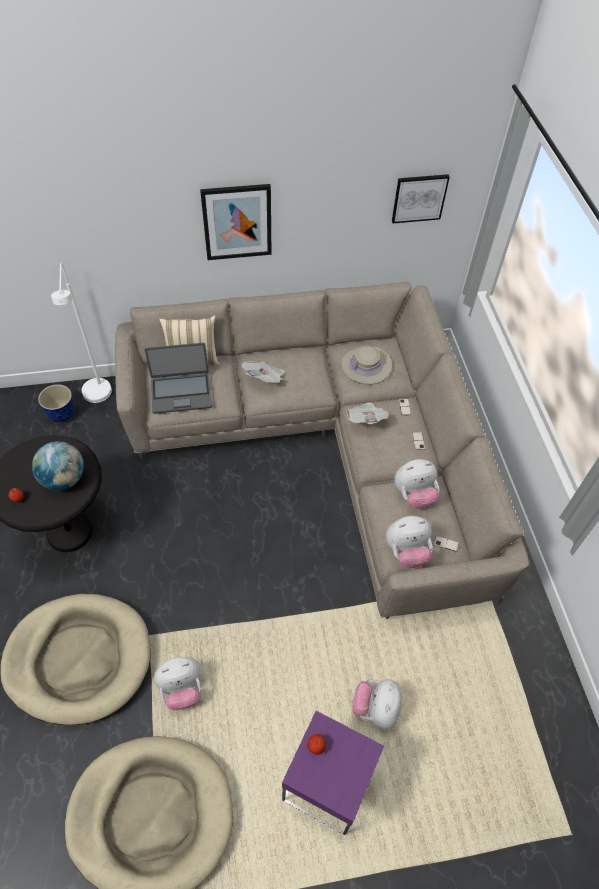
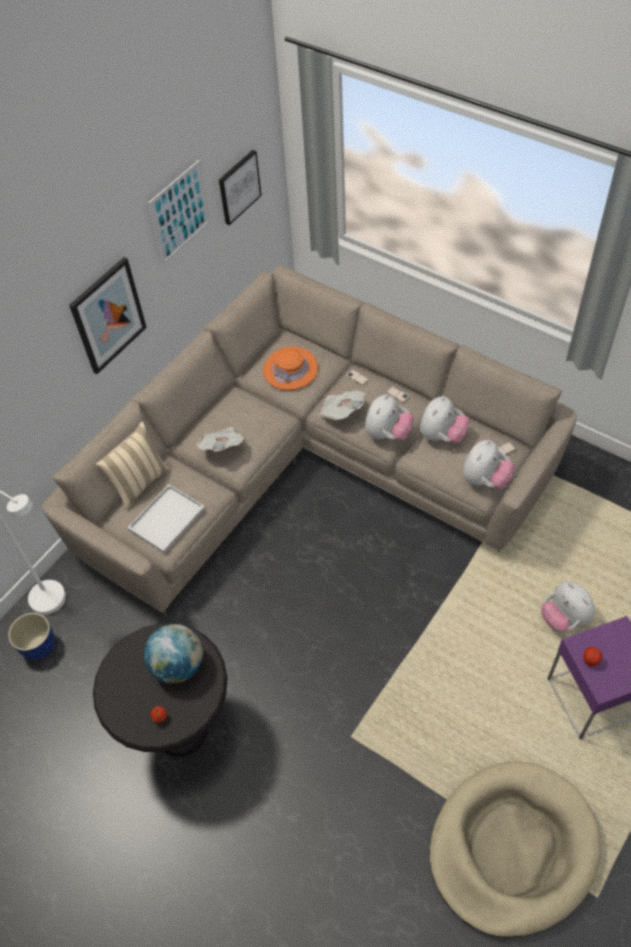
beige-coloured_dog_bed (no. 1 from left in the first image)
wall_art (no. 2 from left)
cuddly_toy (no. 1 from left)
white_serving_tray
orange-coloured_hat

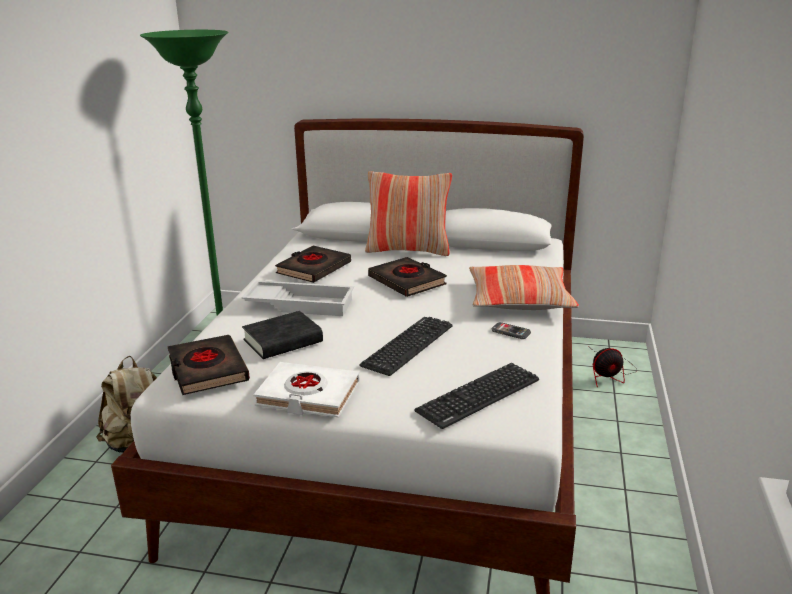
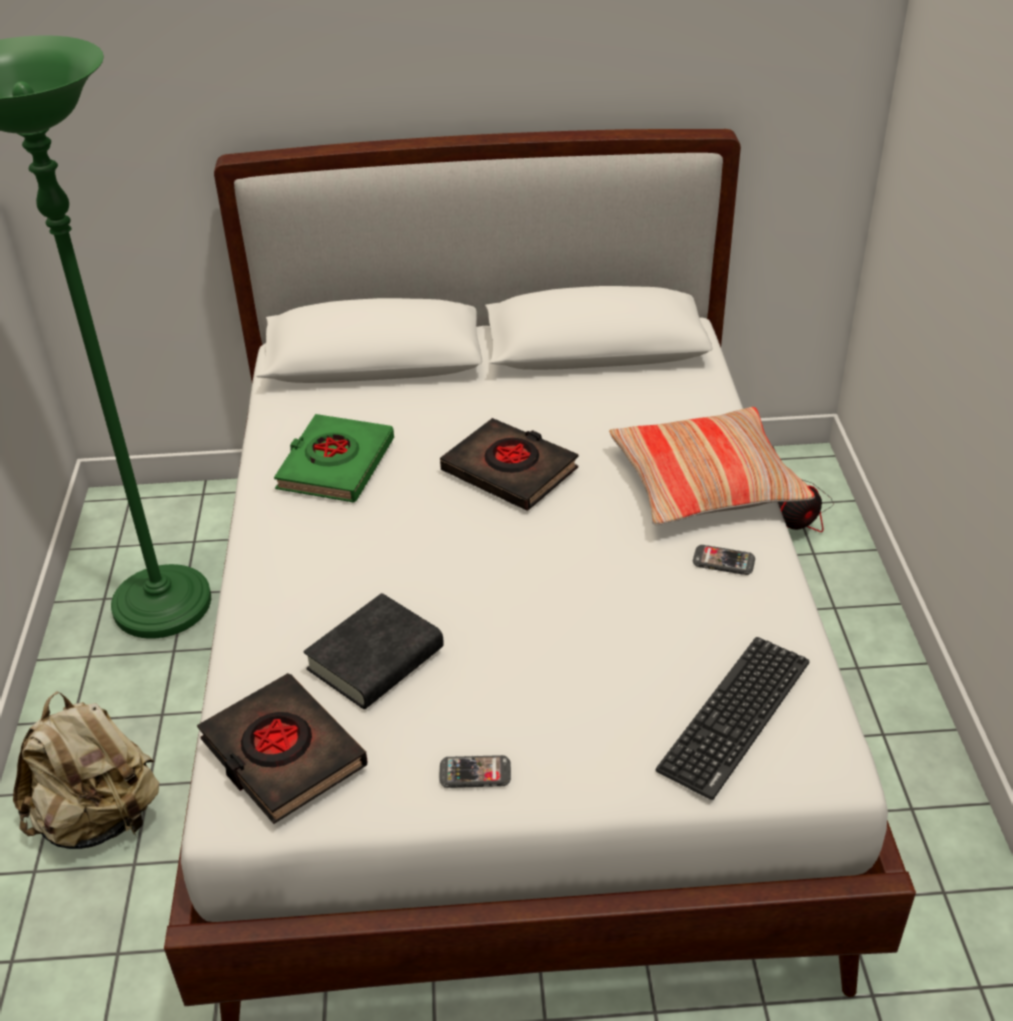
white_serving_tray
PC_keyboard (no. 1 from left in the first image)
pillow (no. 1 from left in the first image)
phone (no. 1 from left)
green_bound_book

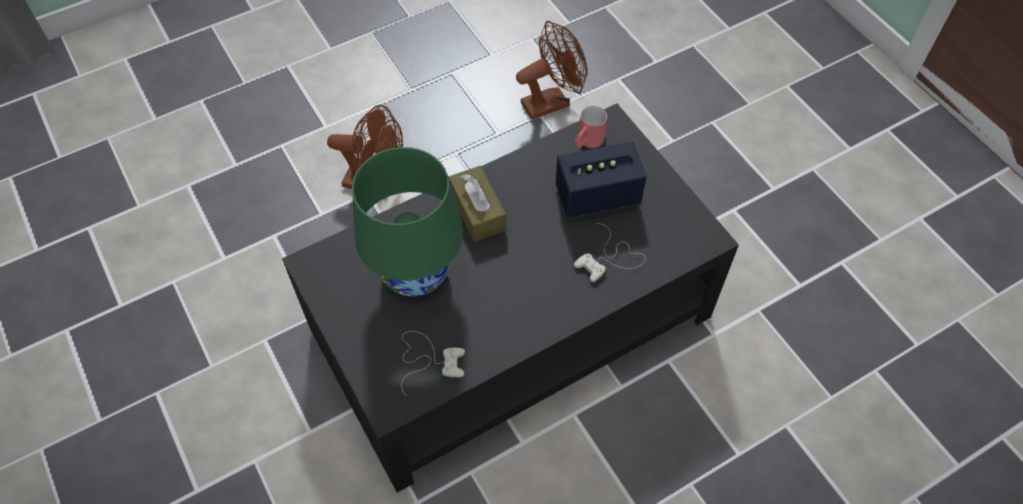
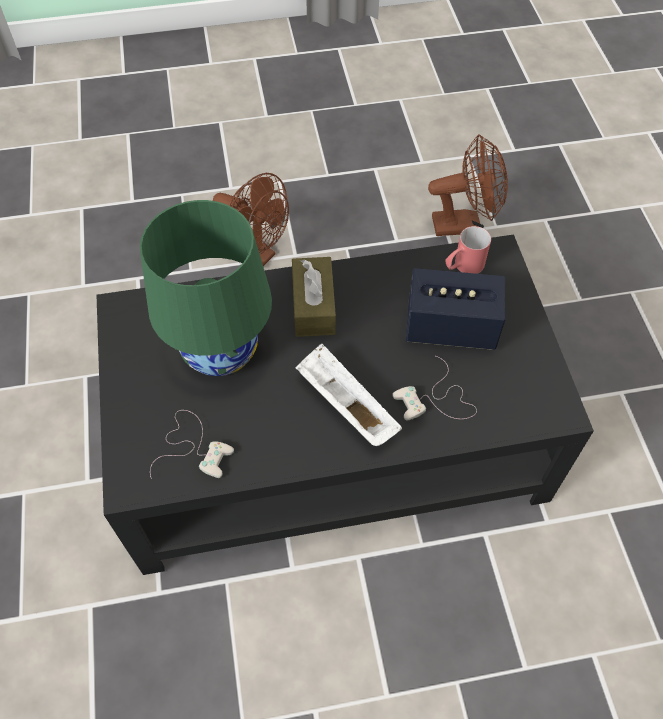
white_serving_tray

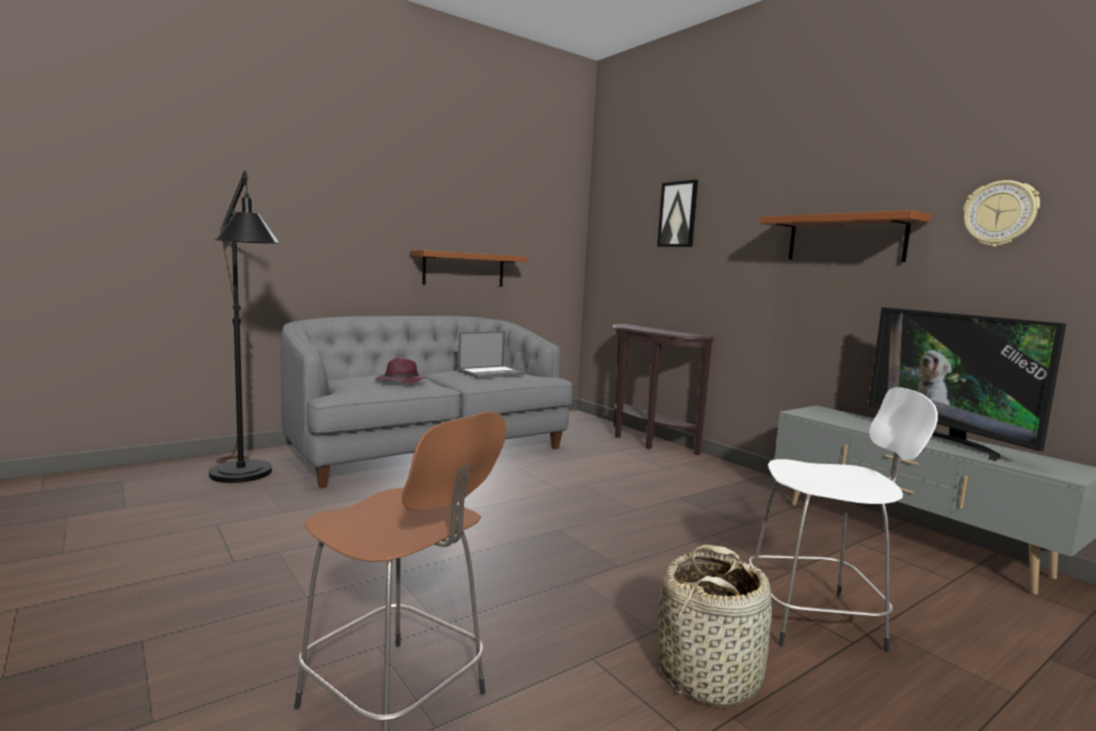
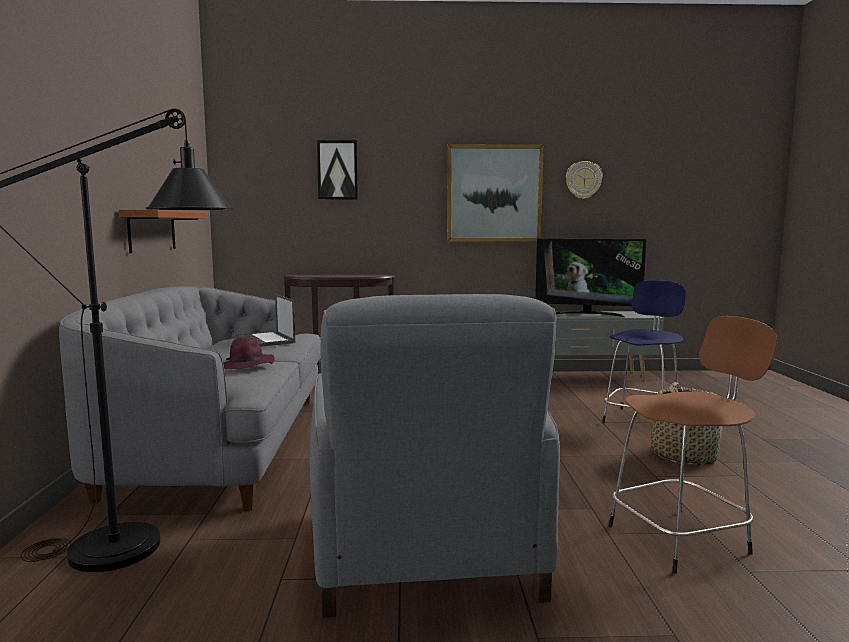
gray_lounge_chair
wall_art (no. 2 from left)
blue_stool_seat
portable_computer

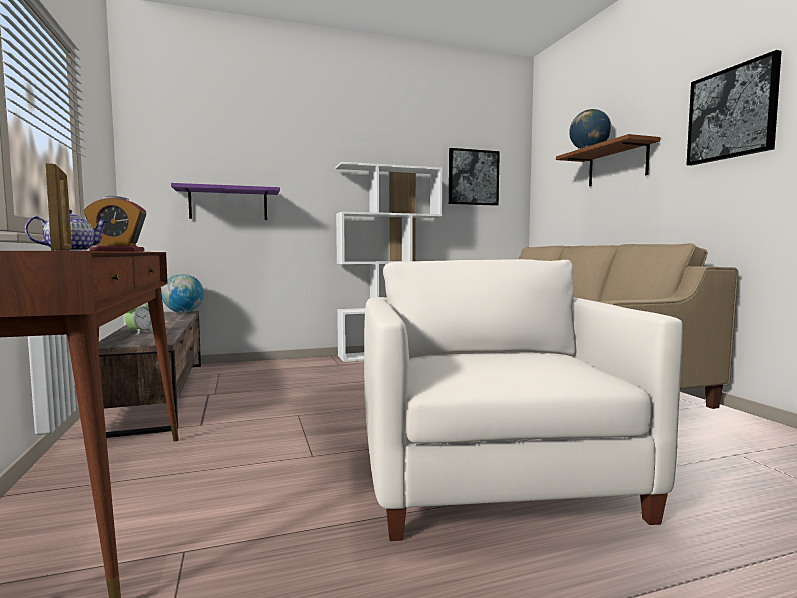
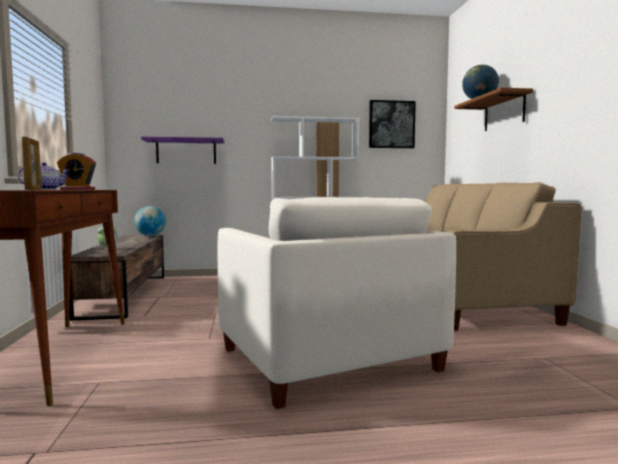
wall_art (no. 2 from left in the first image)
white_lounge_chair

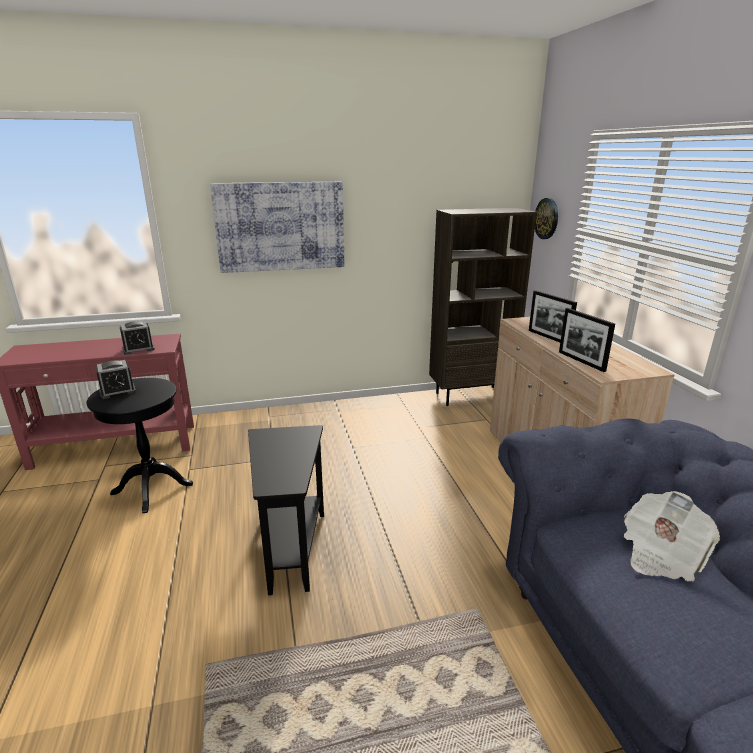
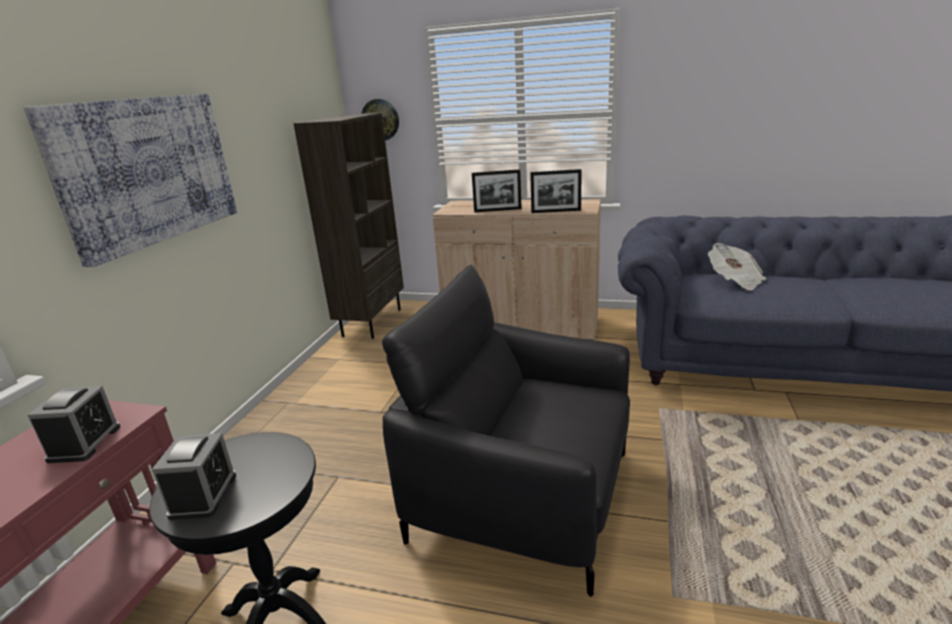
black_lounge_chair

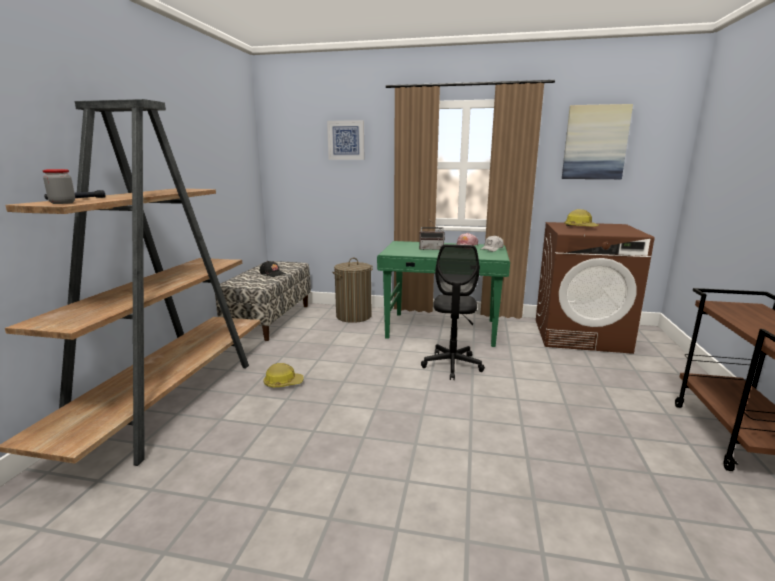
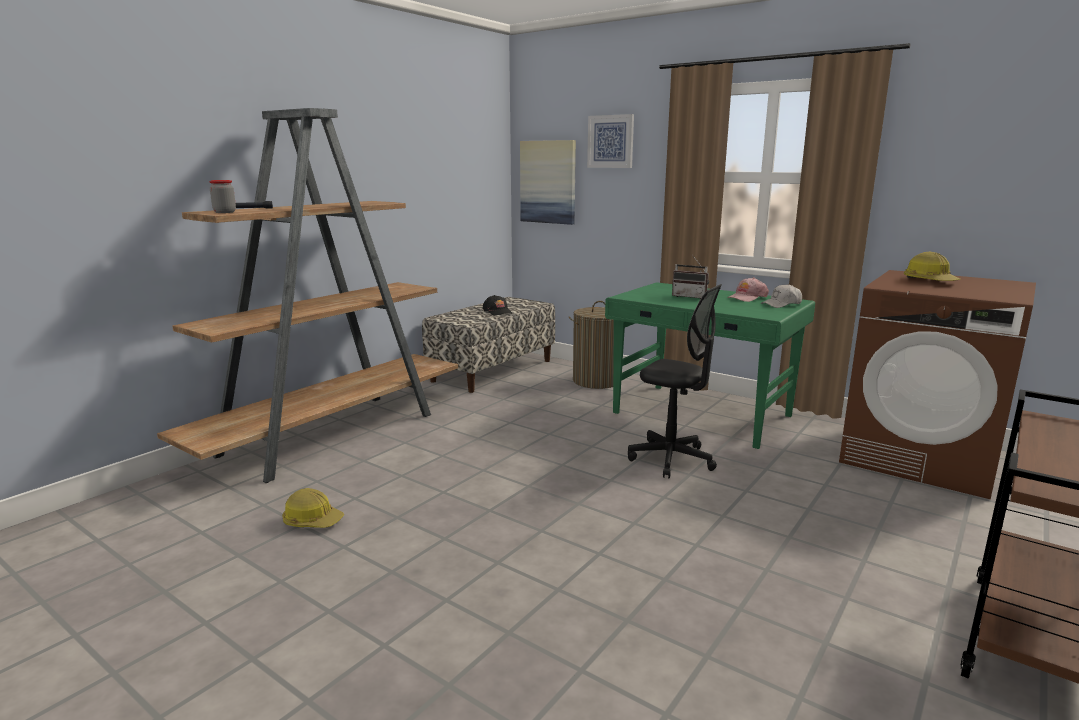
hard_hat (no. 1 from left)
wall_art (no. 1 from left)
black_computer_chair

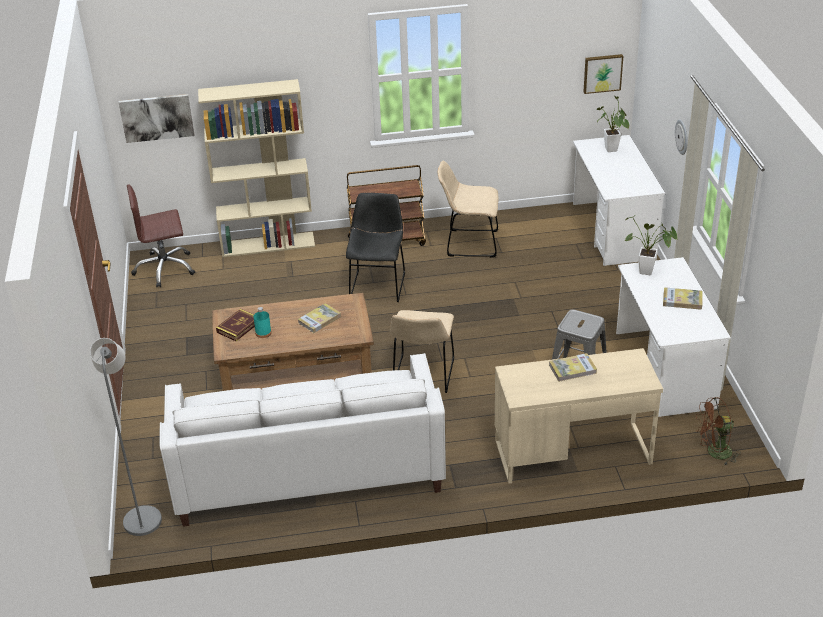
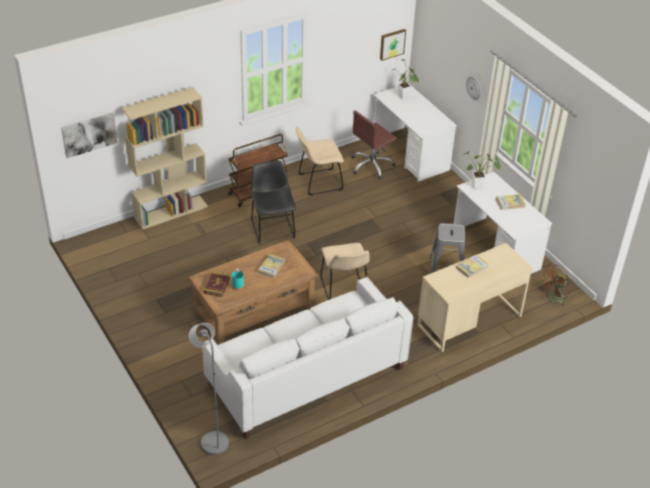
brown_computer_chair

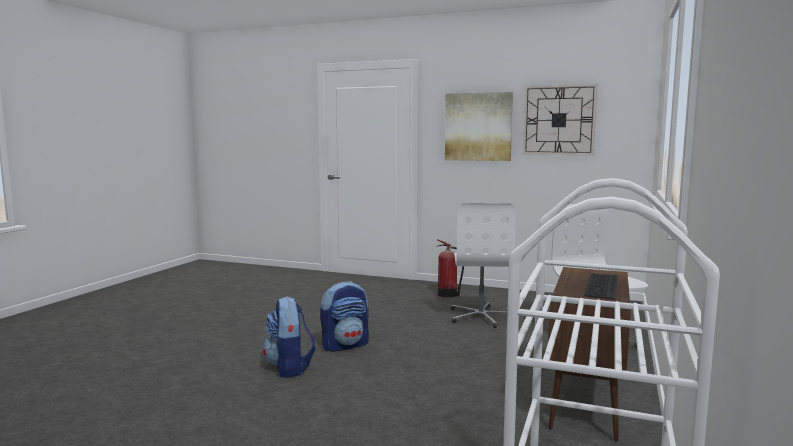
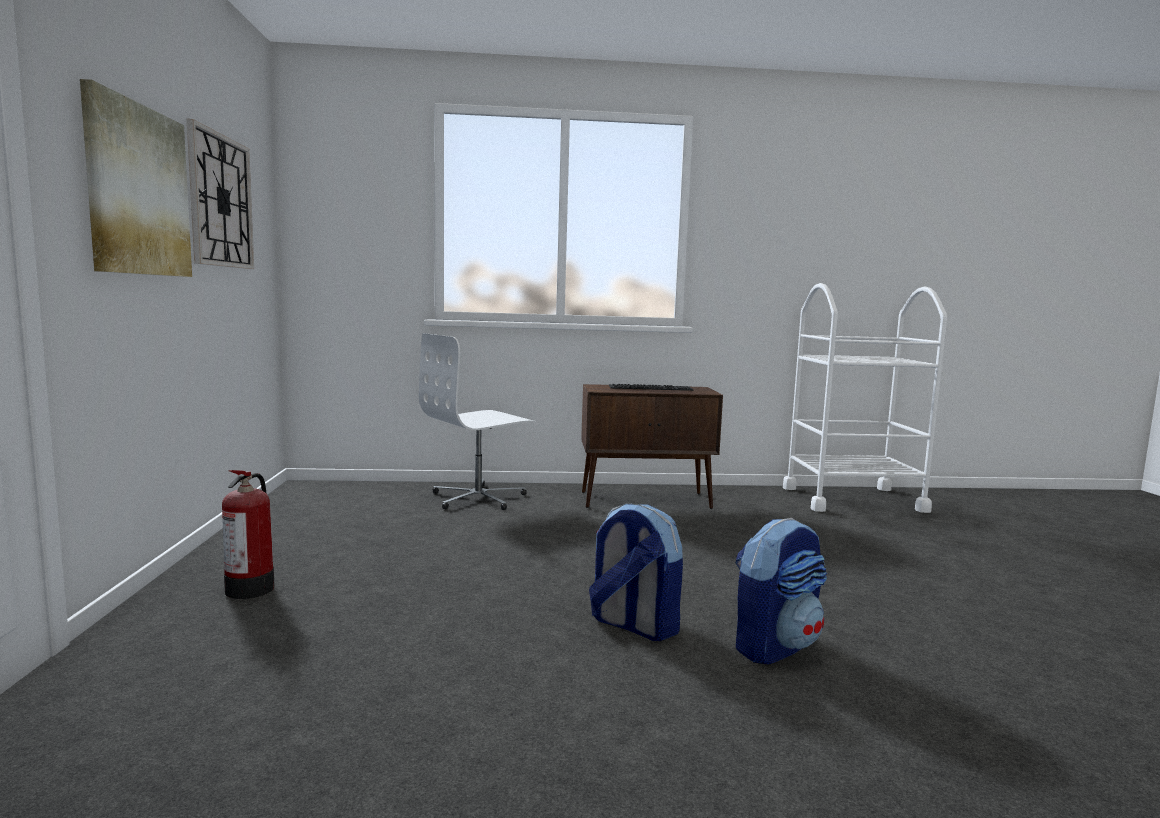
white_computer_chair (no. 1 from left in the first image)

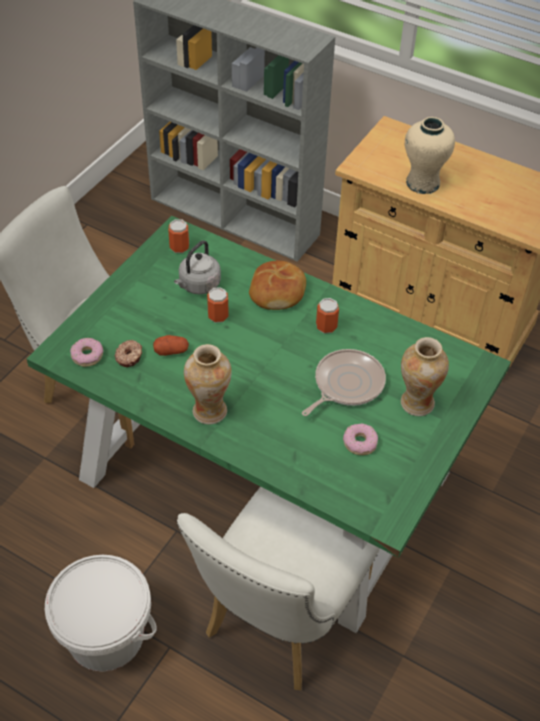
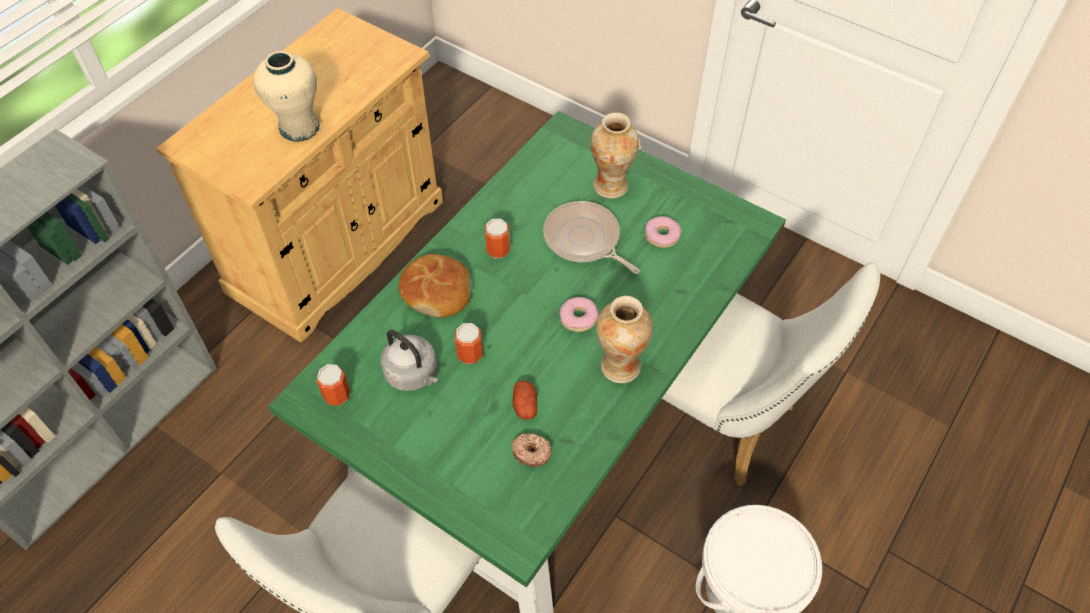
ring_doughnut (no. 2 from left)

